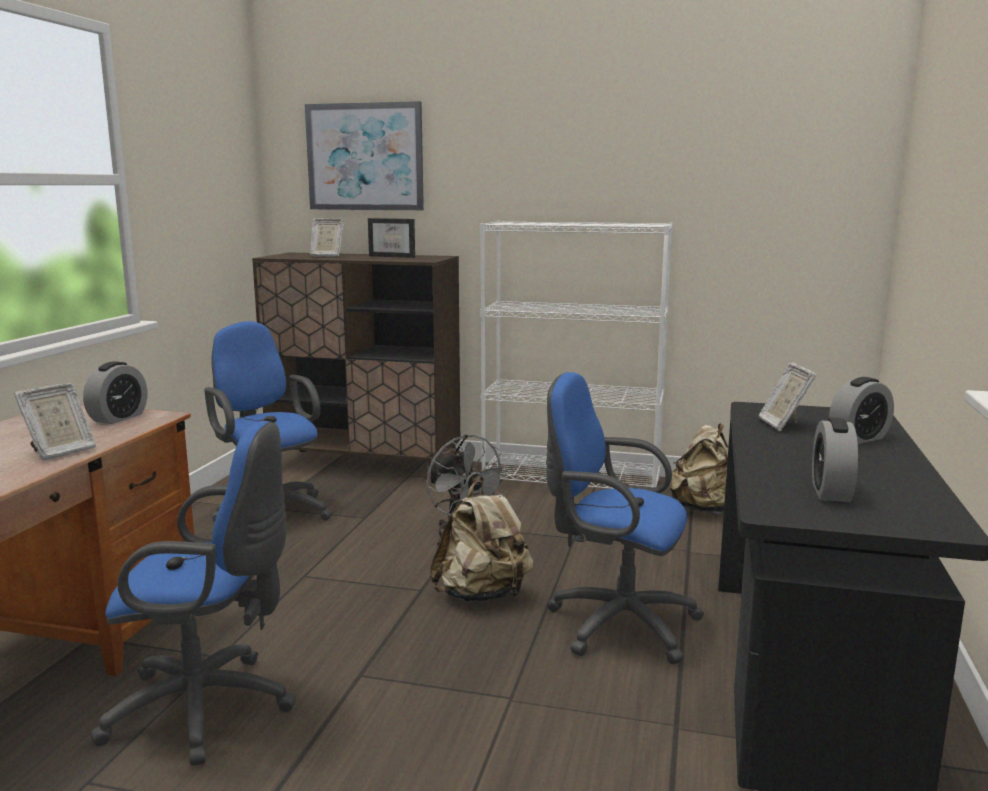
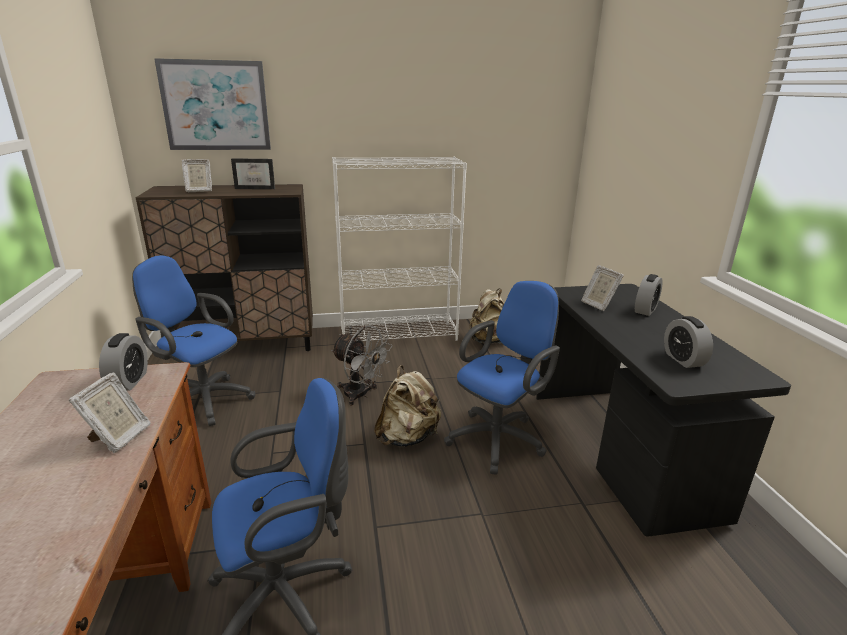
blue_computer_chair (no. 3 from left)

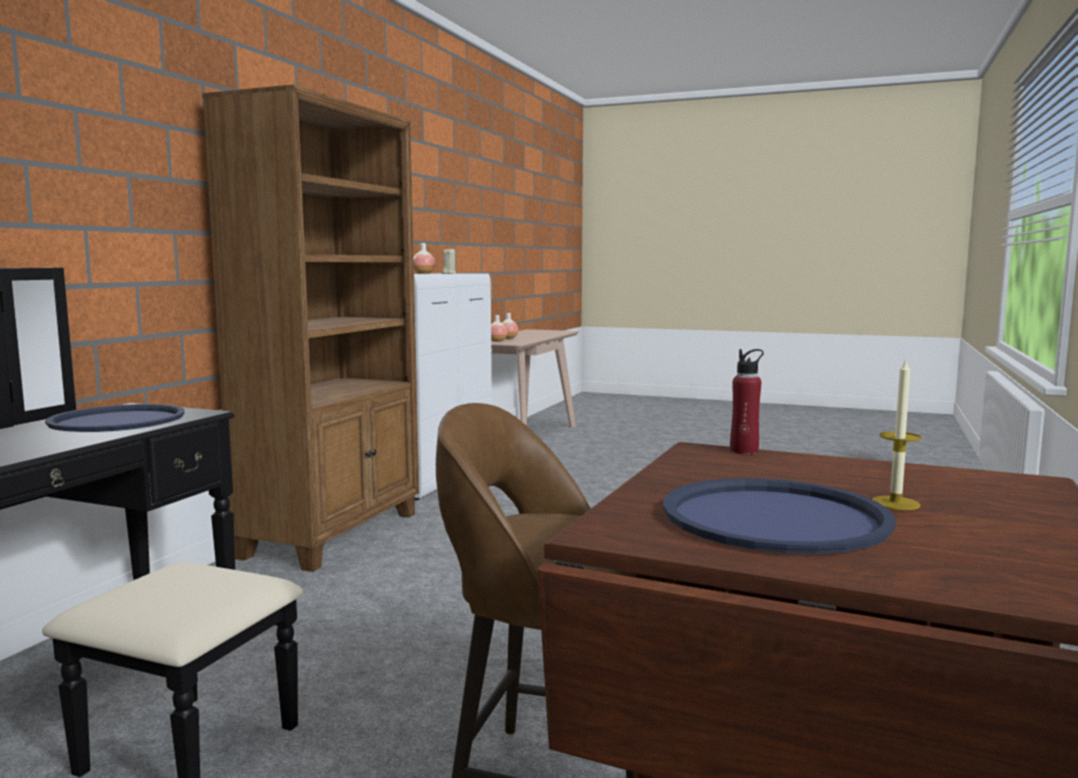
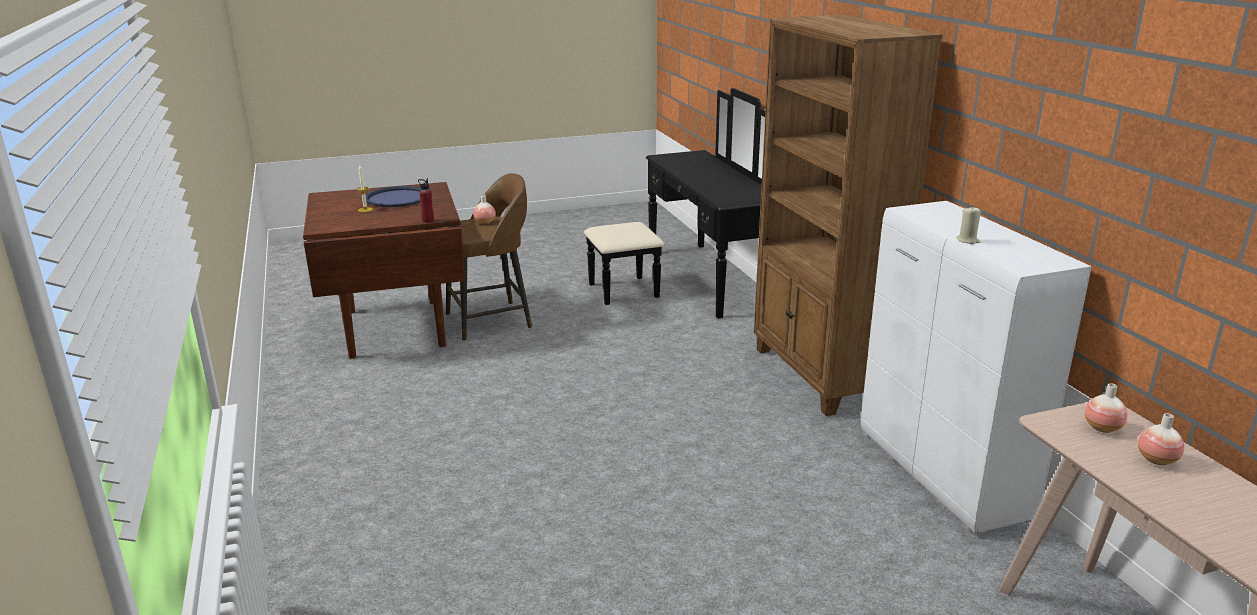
blue_serving_tray (no. 1 from left in the first image)
decorative_vase (no. 1 from left)

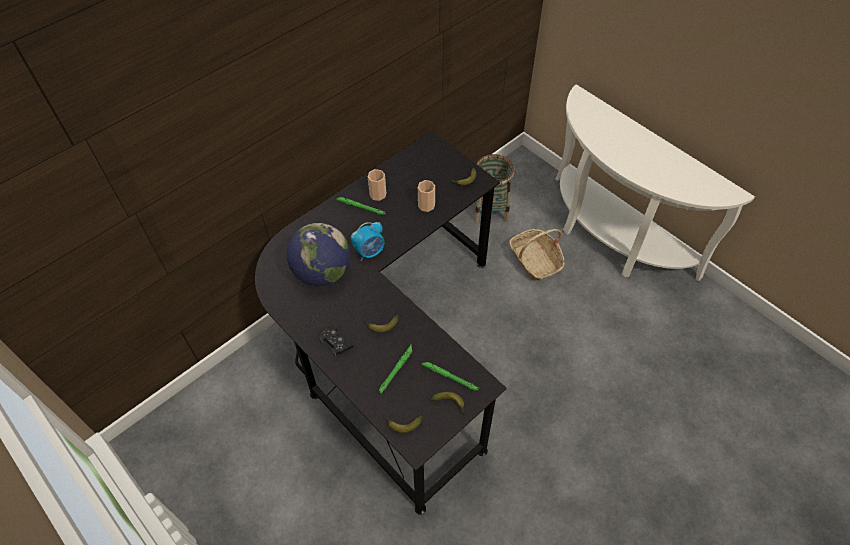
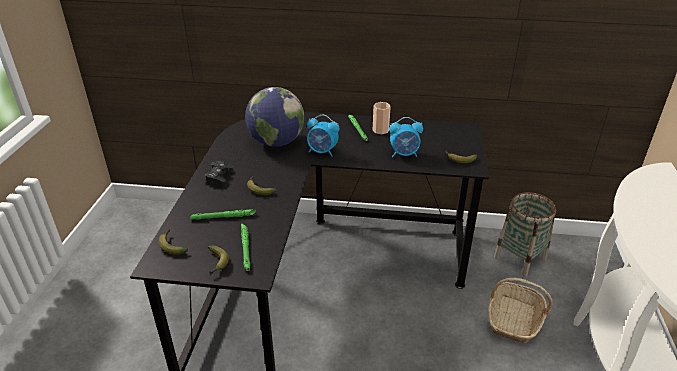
bedside_clock (no. 2 from left)

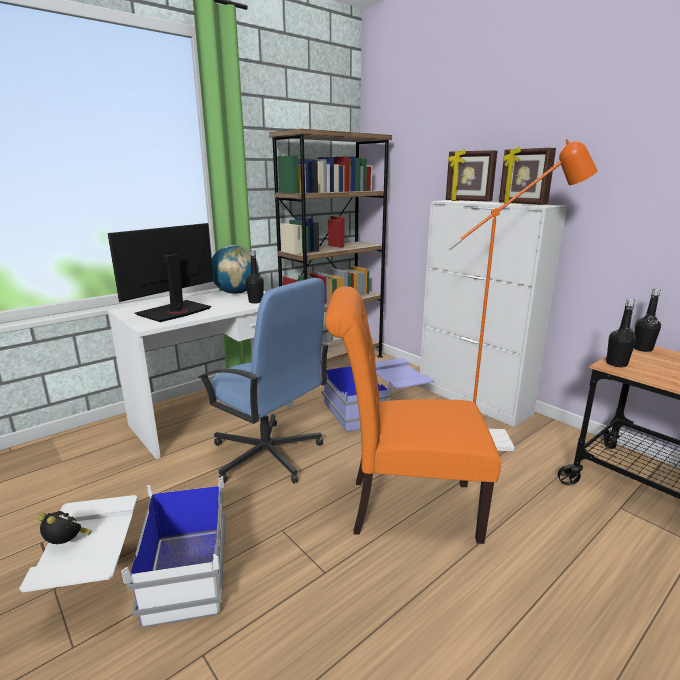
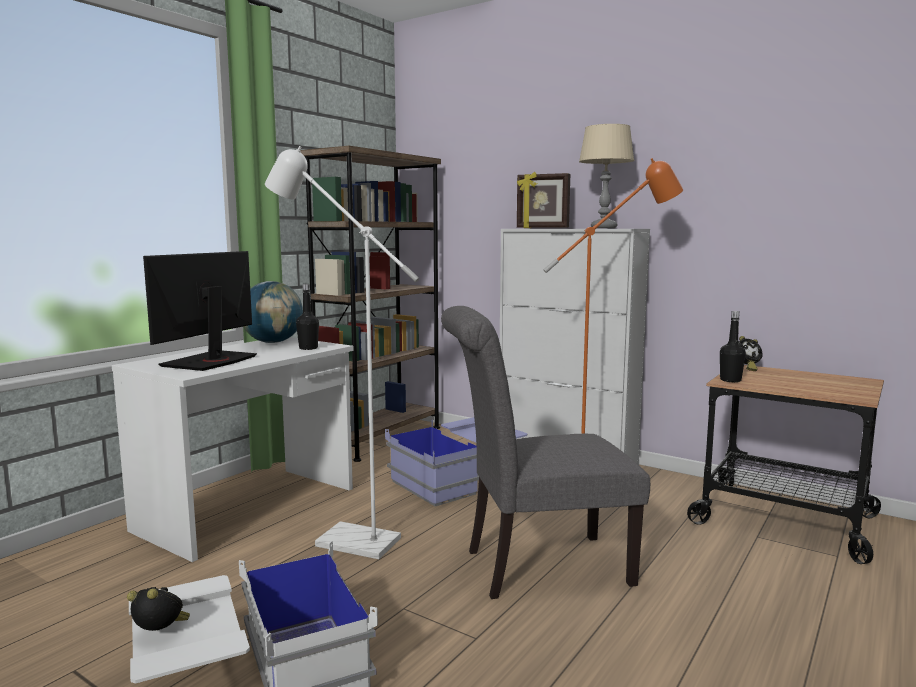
white_floor_lamp
beige-coloured_tabletop_lamp
bedside_clock (no. 2 from left)
gray_upright_chair

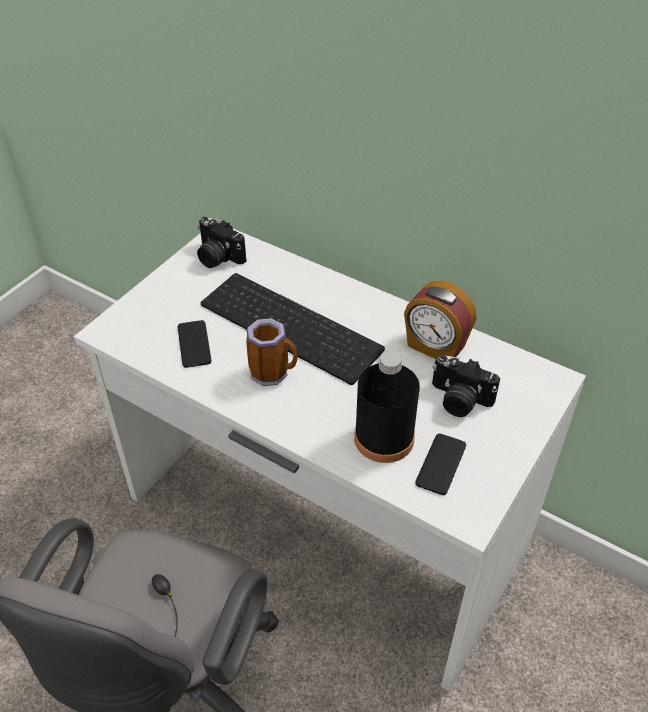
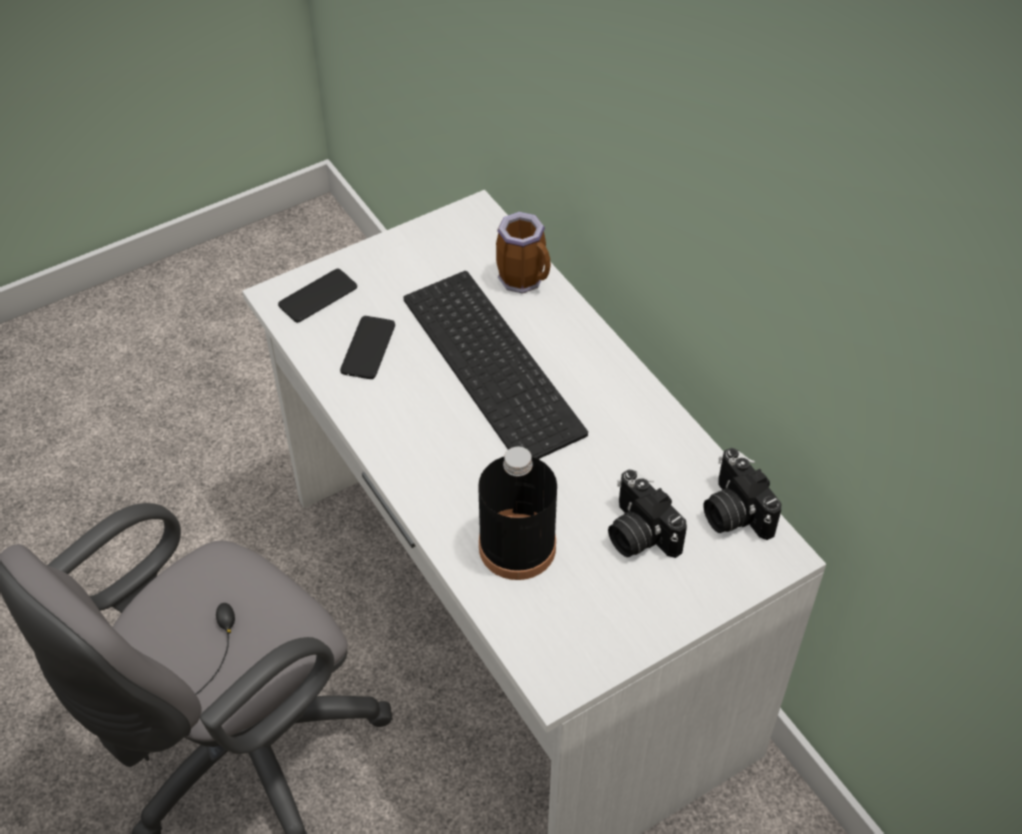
bedside_clock
still_camera (no. 2 from left)
coffee_mug
phone (no. 1 from left)

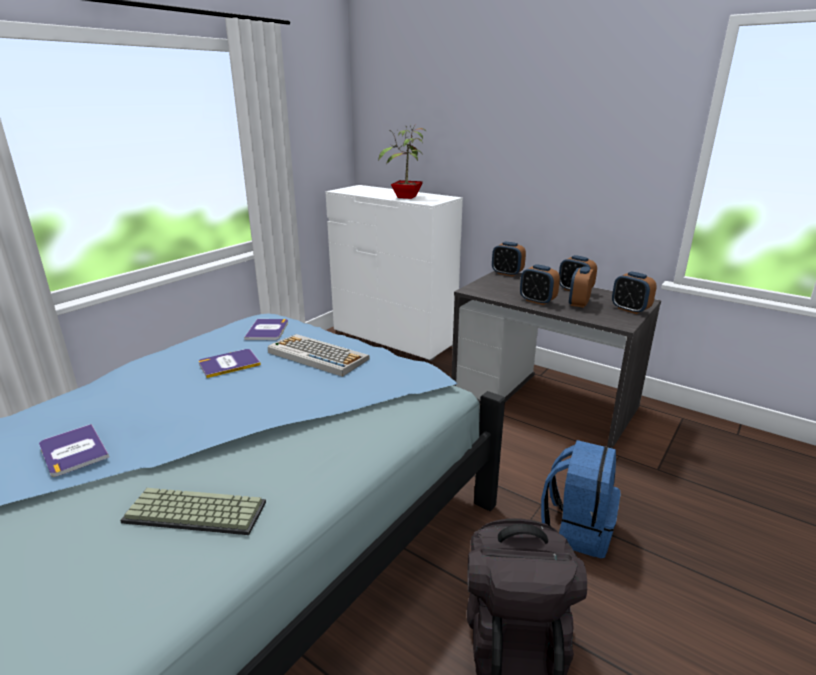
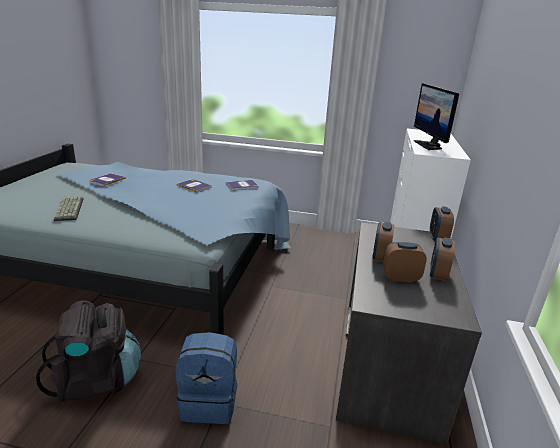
PC_keyboard (no. 2 from left in the first image)
bedside_clock (no. 5 from left in the first image)
monitor

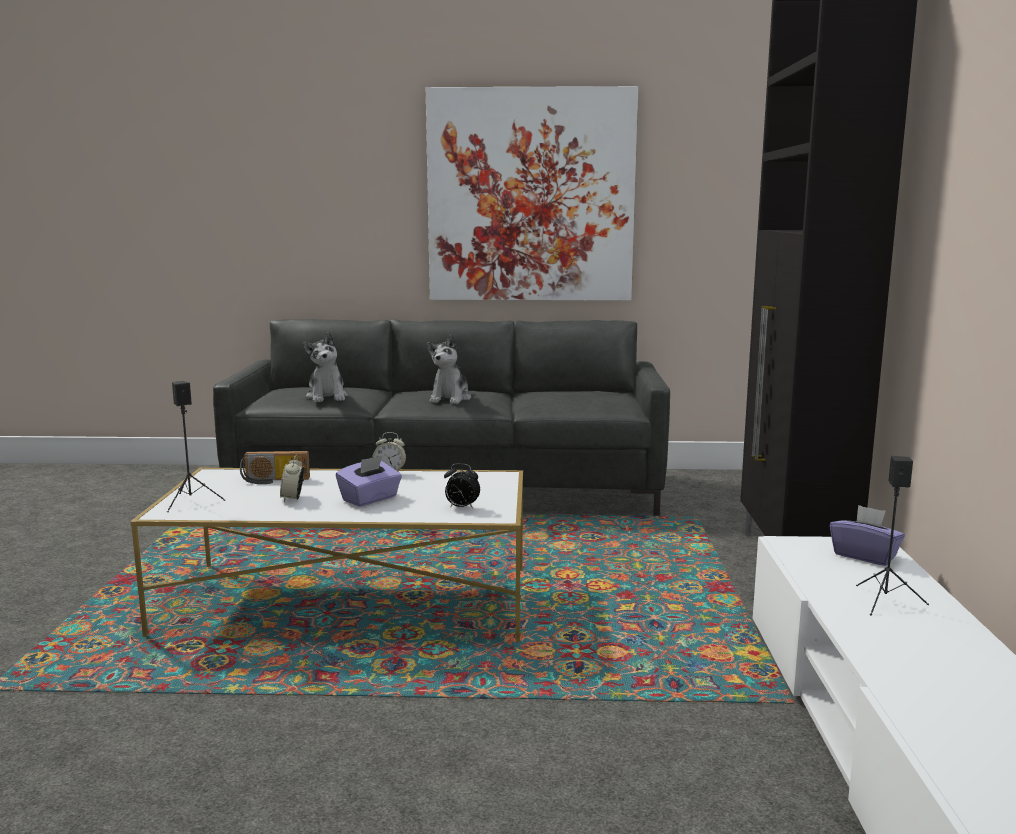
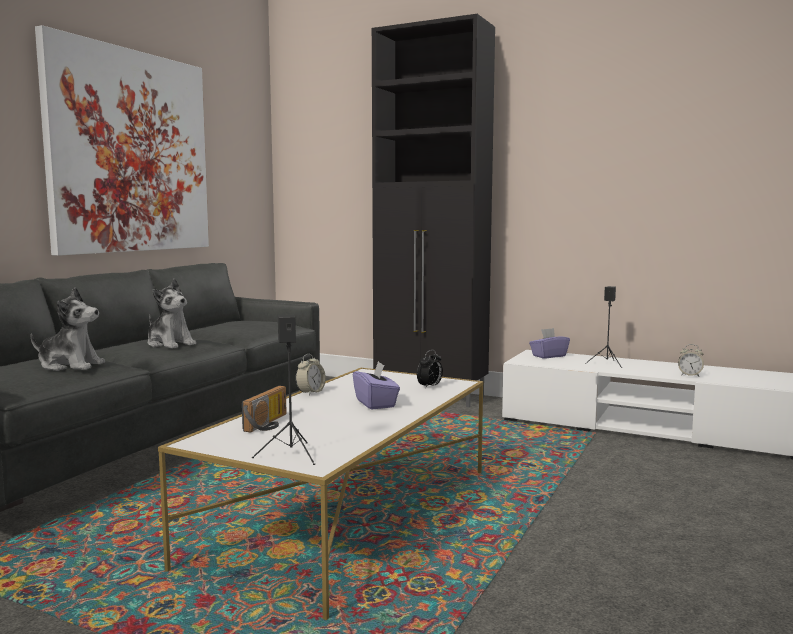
bedside_clock (no. 3 from left)

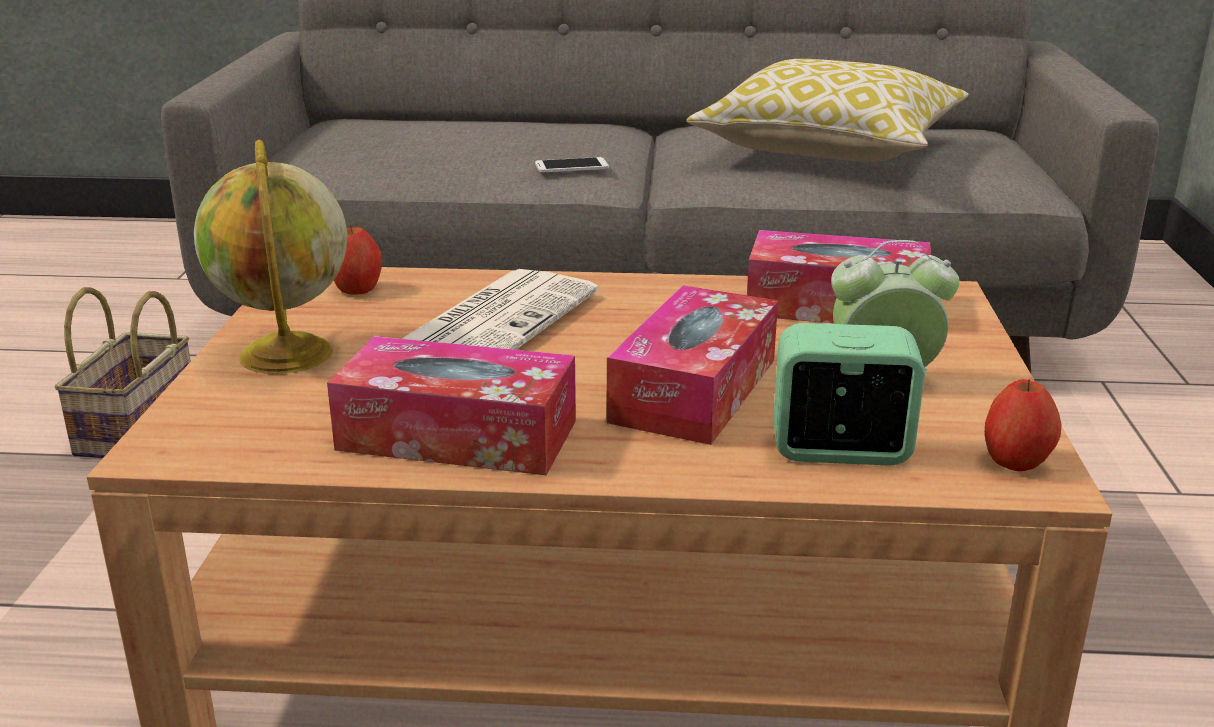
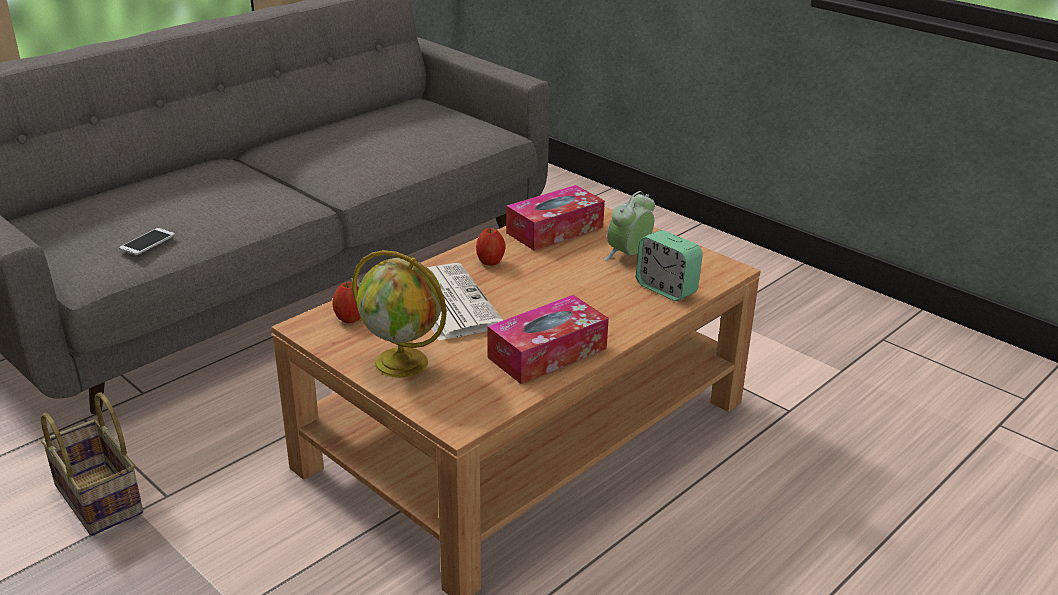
tissue_box (no. 2 from left in the first image)
pillow
phone
apple (no. 2 from left)
bedside_clock (no. 2 from left)

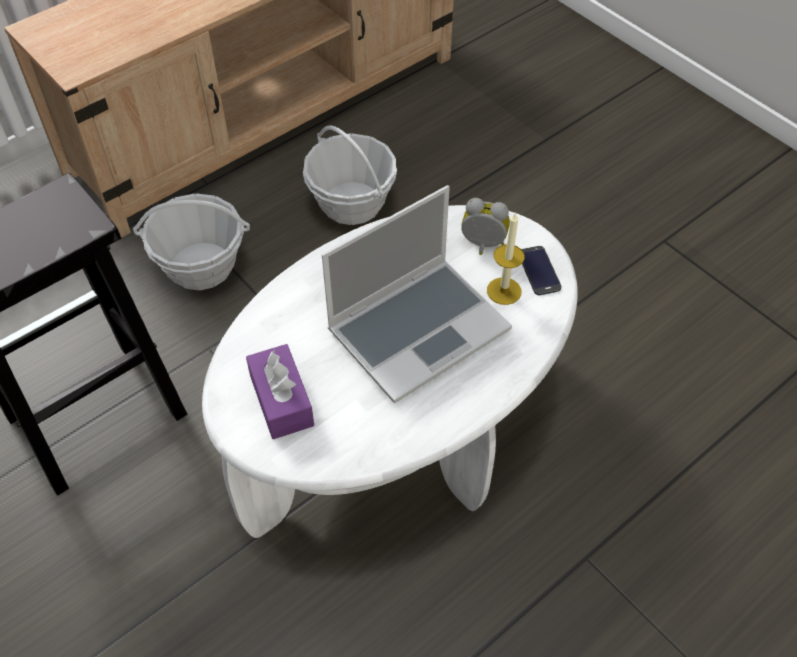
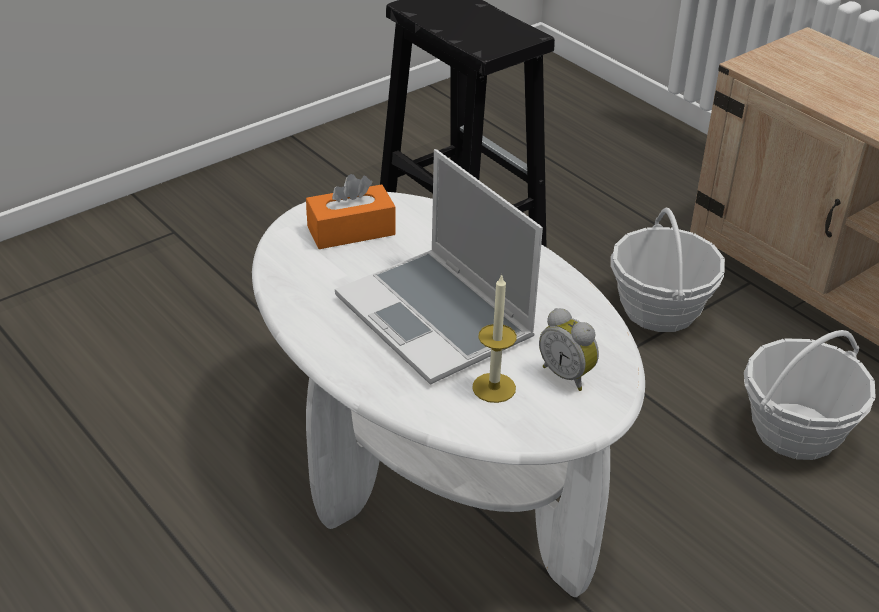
phone
orange-coloured_tissue_box
bedside_clock

